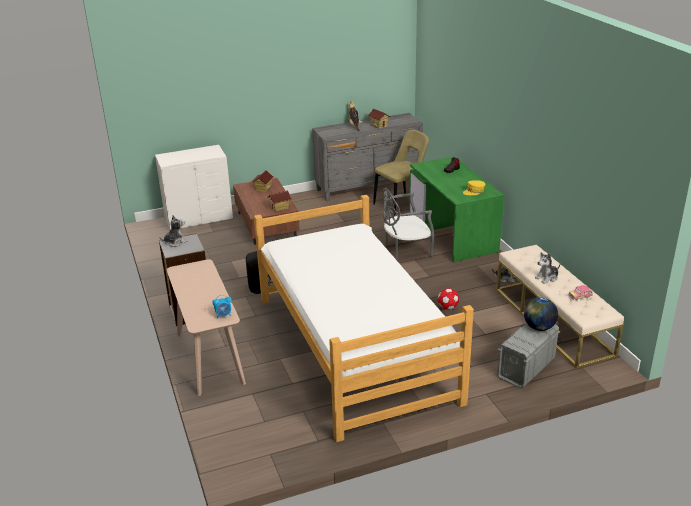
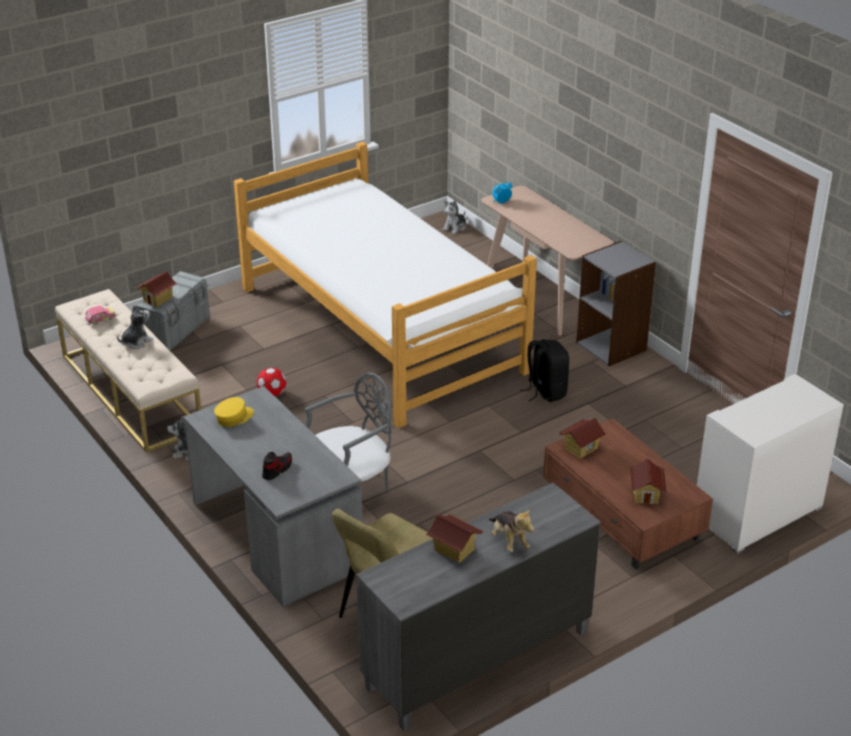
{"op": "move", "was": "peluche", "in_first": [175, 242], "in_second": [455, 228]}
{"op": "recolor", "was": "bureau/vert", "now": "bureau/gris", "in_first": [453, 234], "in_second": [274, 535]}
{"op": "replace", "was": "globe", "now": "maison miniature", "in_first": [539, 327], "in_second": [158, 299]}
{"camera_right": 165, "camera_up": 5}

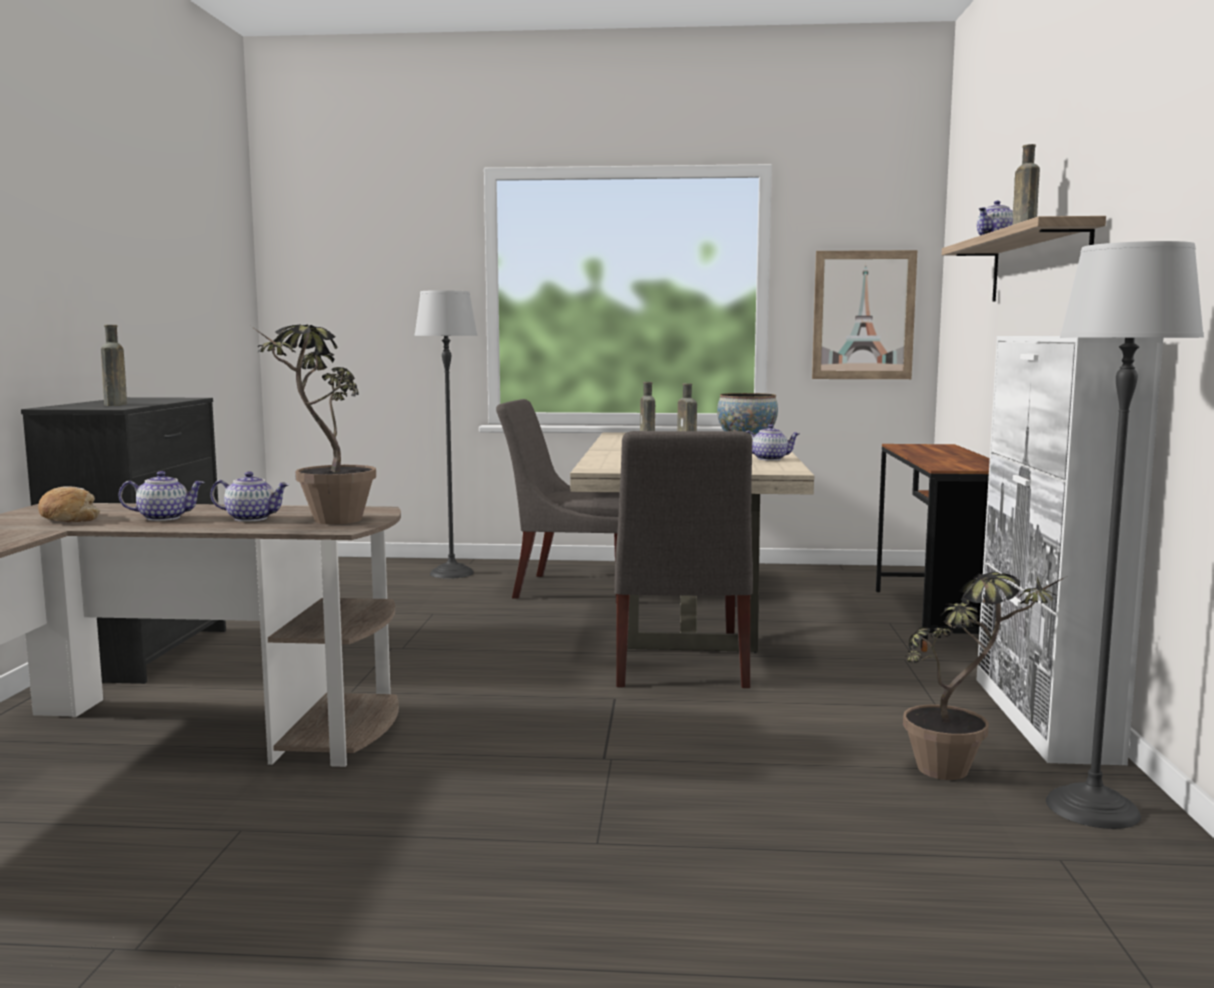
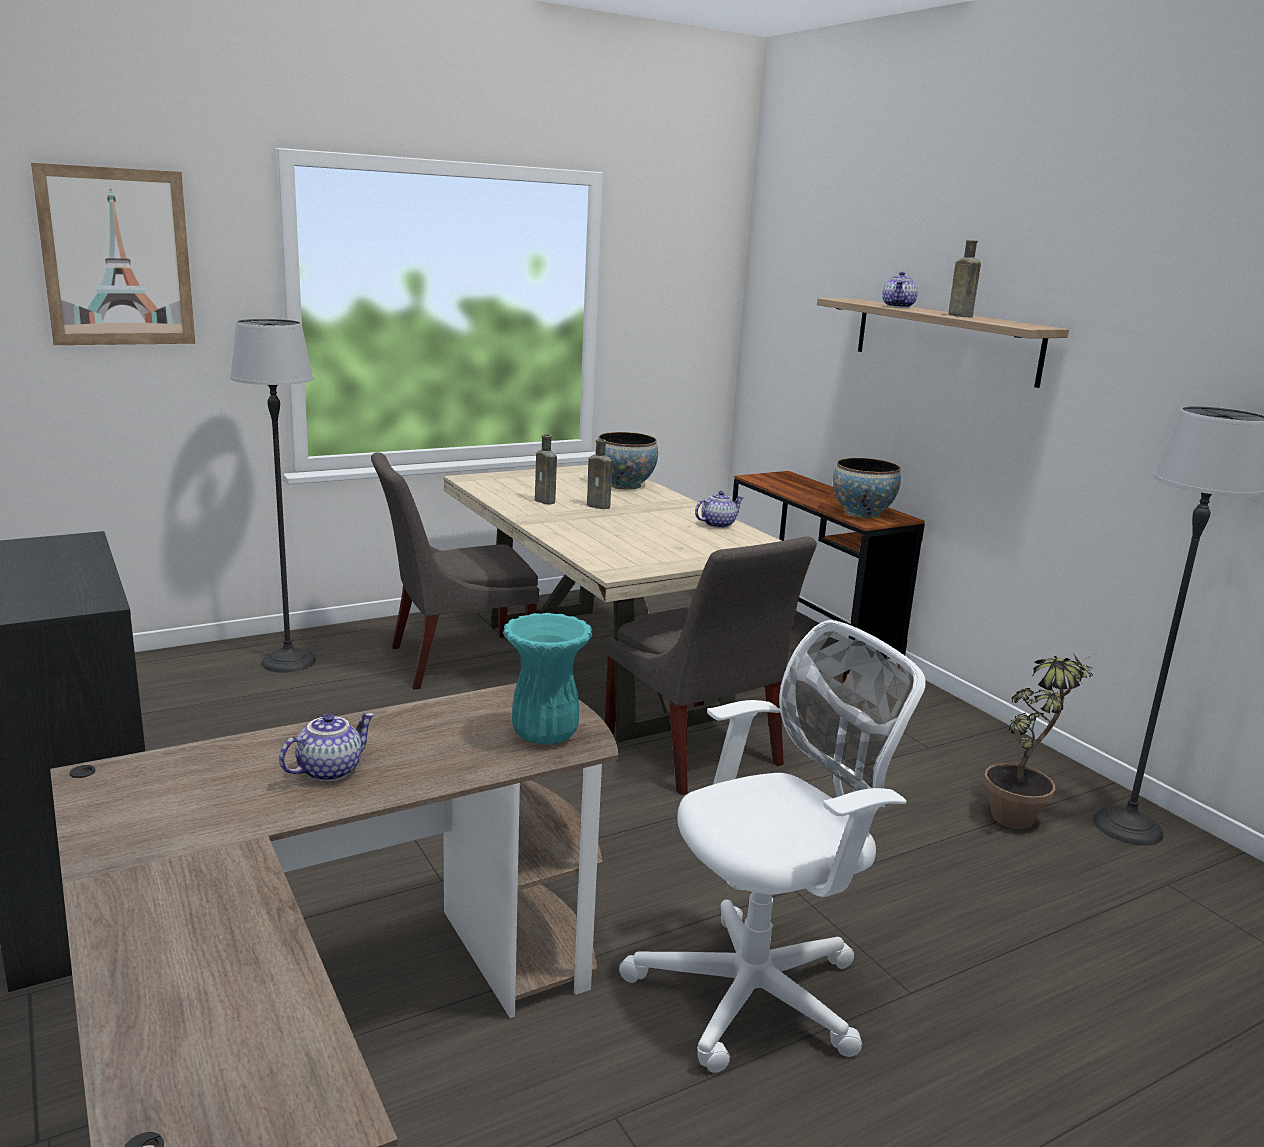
{"op": "delete", "was": "pain", "in_first": [68, 518]}
{"op": "delete", "was": "bouteille/marron", "in_first": [115, 405]}
{"op": "delete", "was": "théière", "in_first": [252, 518]}
{"op": "replace", "was": "plante en pot", "now": "vase/turquoise", "in_first": [326, 523], "in_second": [543, 735]}
{"op": "move", "was": "tableau", "in_first": [863, 315], "in_second": [117, 257]}
{"op": "delete", "was": "meuble de rangement/blanc", "in_first": [1043, 718]}
{"op": "insert", "now": "chaise de bureau/blanc", "in_second": [760, 991]}
{"op": "insert", "now": "bol", "in_second": [862, 514]}
{"camera_right": -35, "camera_up": 10}

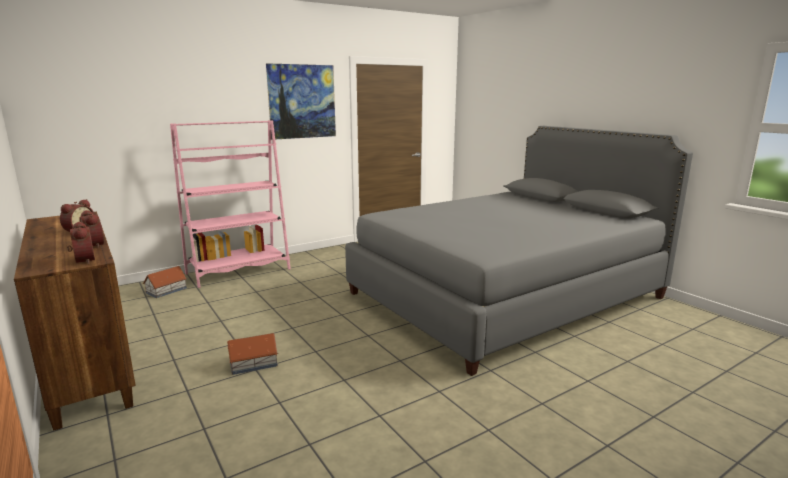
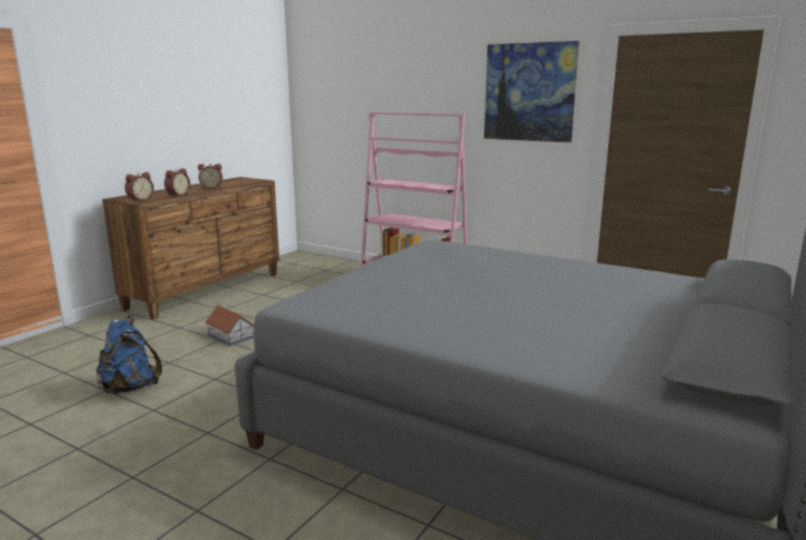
{"op": "delete", "was": "maison miniature", "in_first": [167, 290]}
{"op": "insert", "now": "sac à dos/bleu", "in_second": [130, 388]}
{"camera_right": 65, "camera_up": 0}

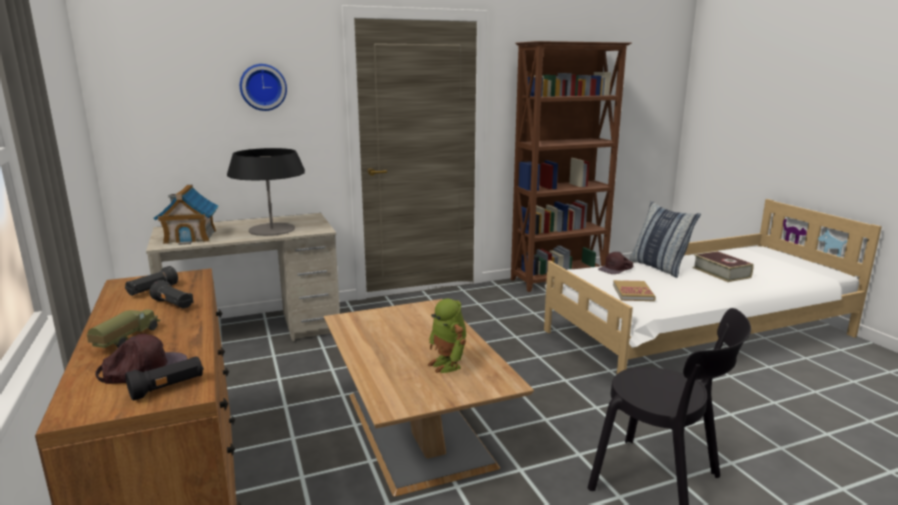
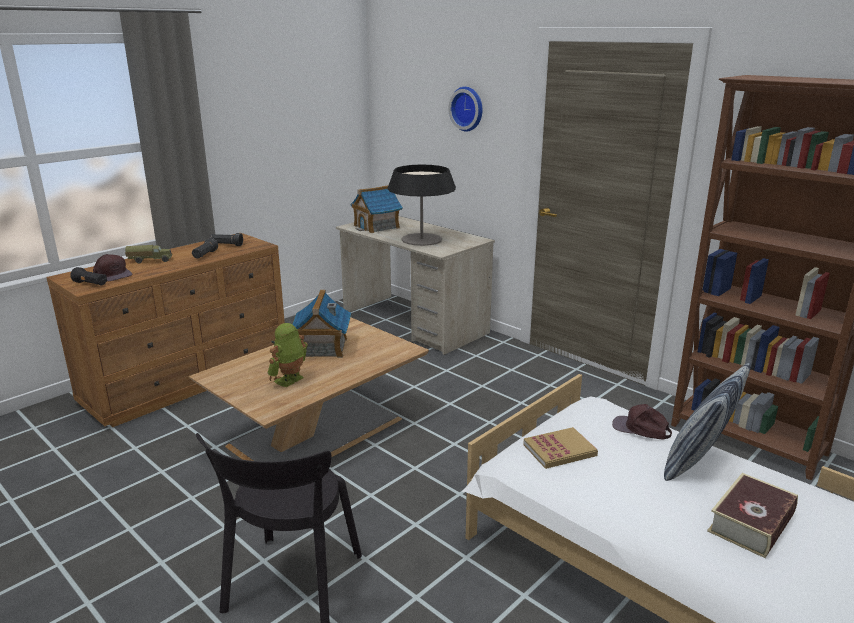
{"op": "insert", "now": "maison miniature", "in_second": [322, 348]}
{"camera_right": 65, "camera_up": 5}

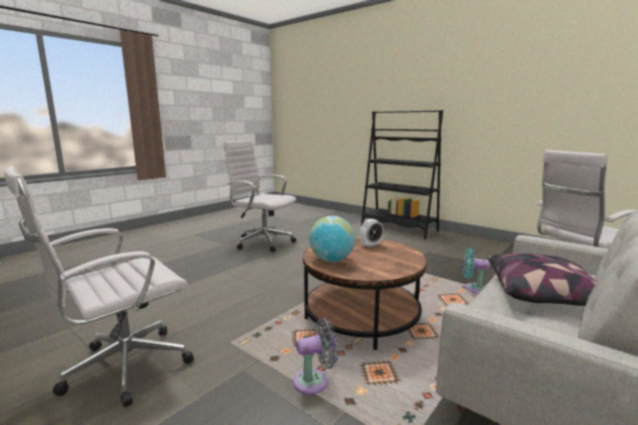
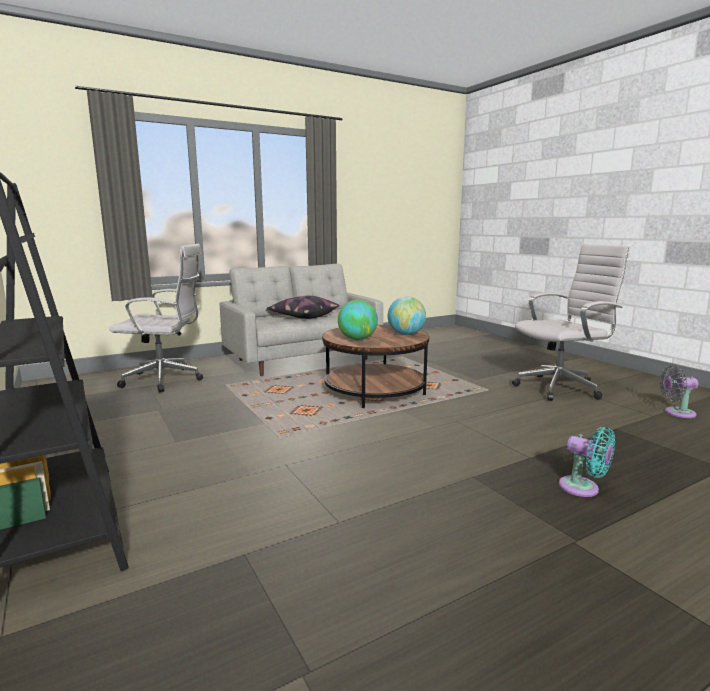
{"op": "delete", "was": "chaise de bureau/blanc", "in_first": [262, 242]}
{"op": "move", "was": "ventilateur/gris", "in_first": [315, 381], "in_second": [676, 413]}
{"op": "replace", "was": "réveil", "now": "globe", "in_first": [371, 245], "in_second": [357, 339]}
{"op": "move", "was": "ventilateur/turquoise", "in_first": [474, 288], "in_second": [583, 488]}
{"camera_right": -160, "camera_up": 0}

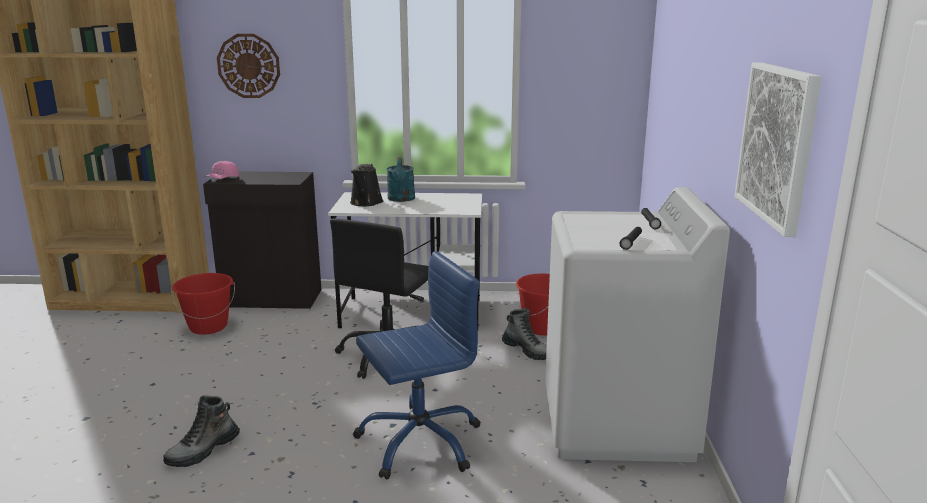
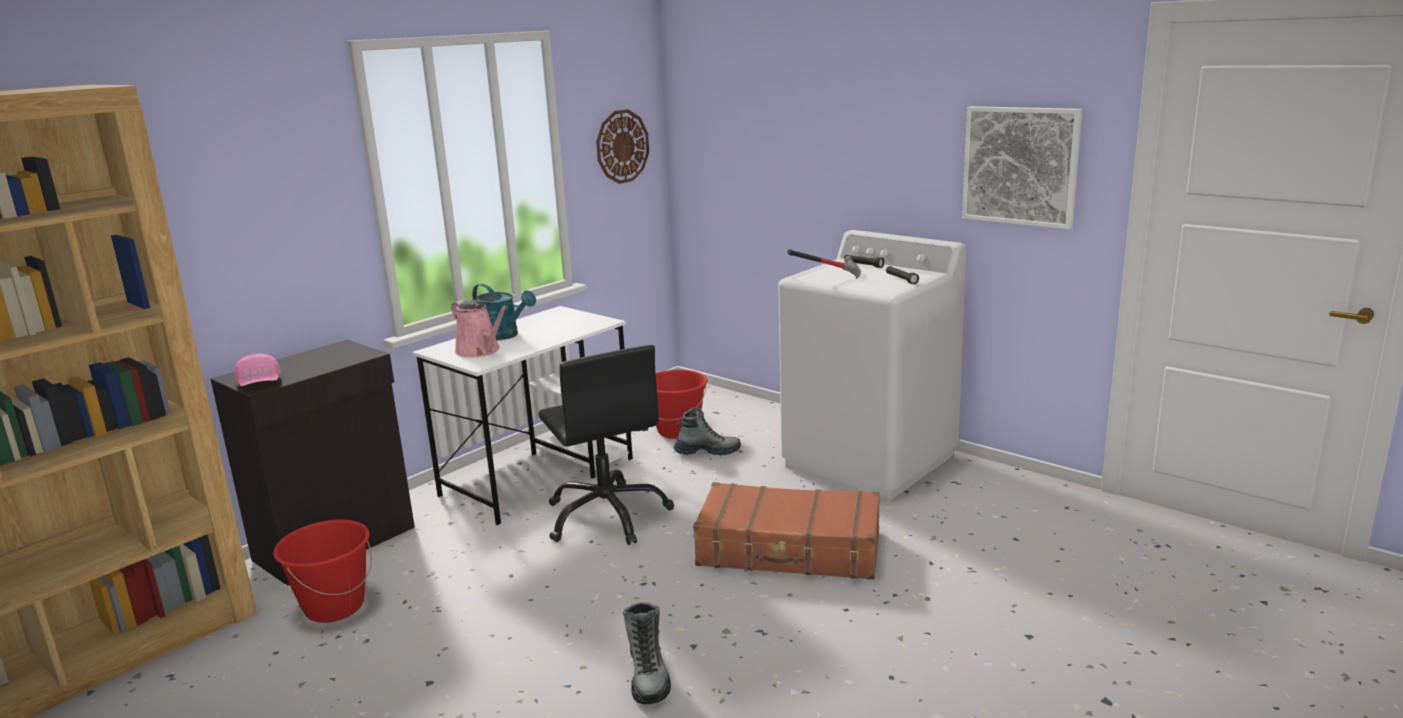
{"op": "move", "was": "horloge murale", "in_first": [249, 66], "in_second": [622, 146]}
{"op": "recolor", "was": "arrosoir/noir", "now": "arrosoir/rose", "in_first": [365, 203], "in_second": [480, 351]}
{"op": "replace", "was": "chaise de bureau/bleu", "now": "valise/marron", "in_first": [419, 441], "in_second": [789, 550]}
{"op": "insert", "now": "marteau", "in_second": [828, 276]}
{"camera_right": -50, "camera_up": 0}

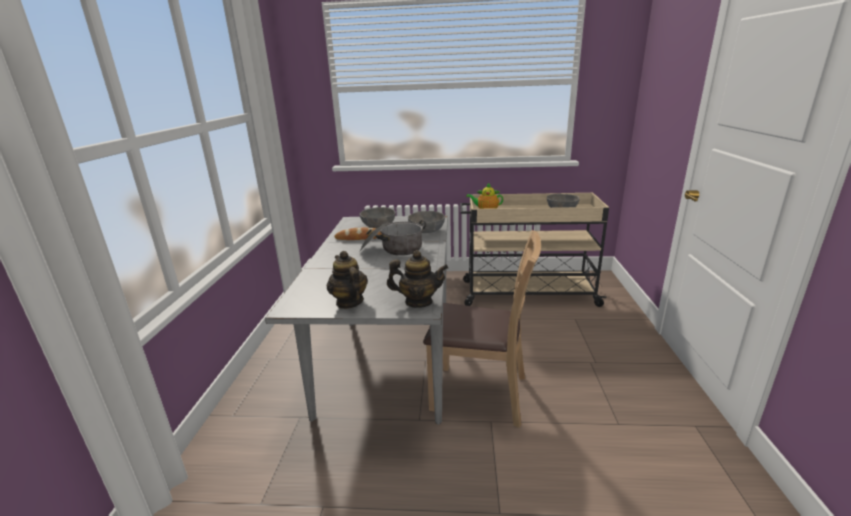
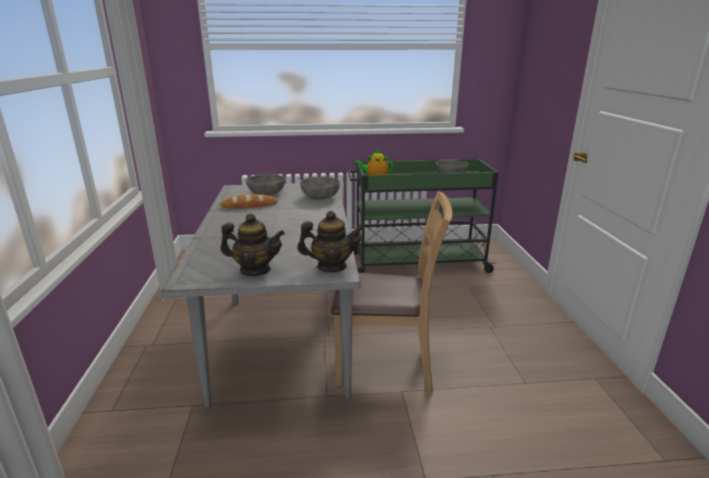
{"op": "rotate", "was": "théière", "in_first": [349, 302], "in_second": [255, 270], "clockwise": 135}
{"op": "delete", "was": "marmite", "in_first": [392, 249]}
{"op": "recolor", "was": "chariot/beige", "now": "chariot/vert", "in_first": [526, 293], "in_second": [416, 263]}
{"camera_right": -10, "camera_up": 0}

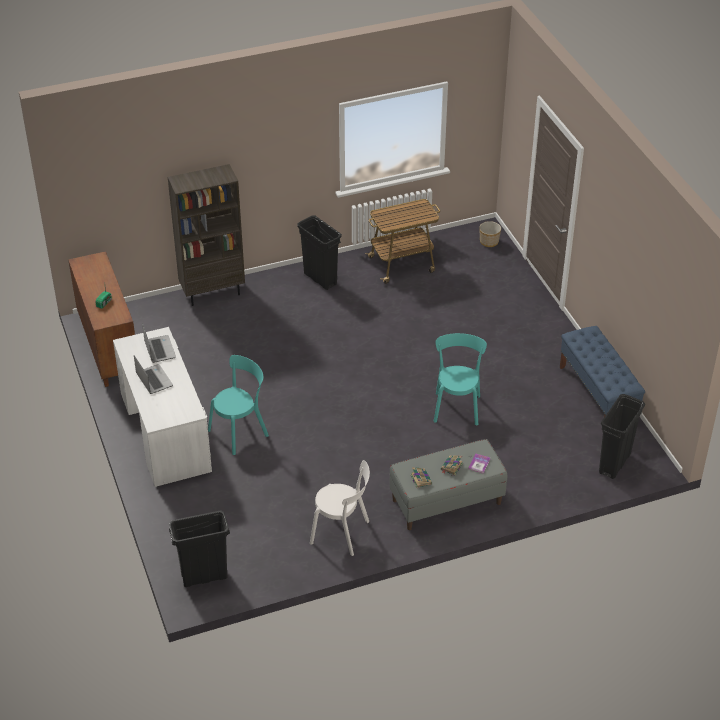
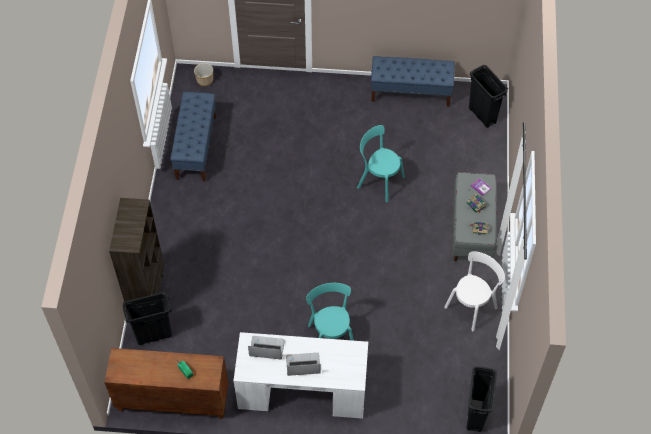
{"op": "move", "was": "poubelle/noir", "in_first": [320, 279], "in_second": [154, 335]}
{"op": "replace", "was": "chariot", "now": "banc/bleu", "in_first": [402, 264], "in_second": [196, 147]}
{"camera_right": -65, "camera_up": 15}

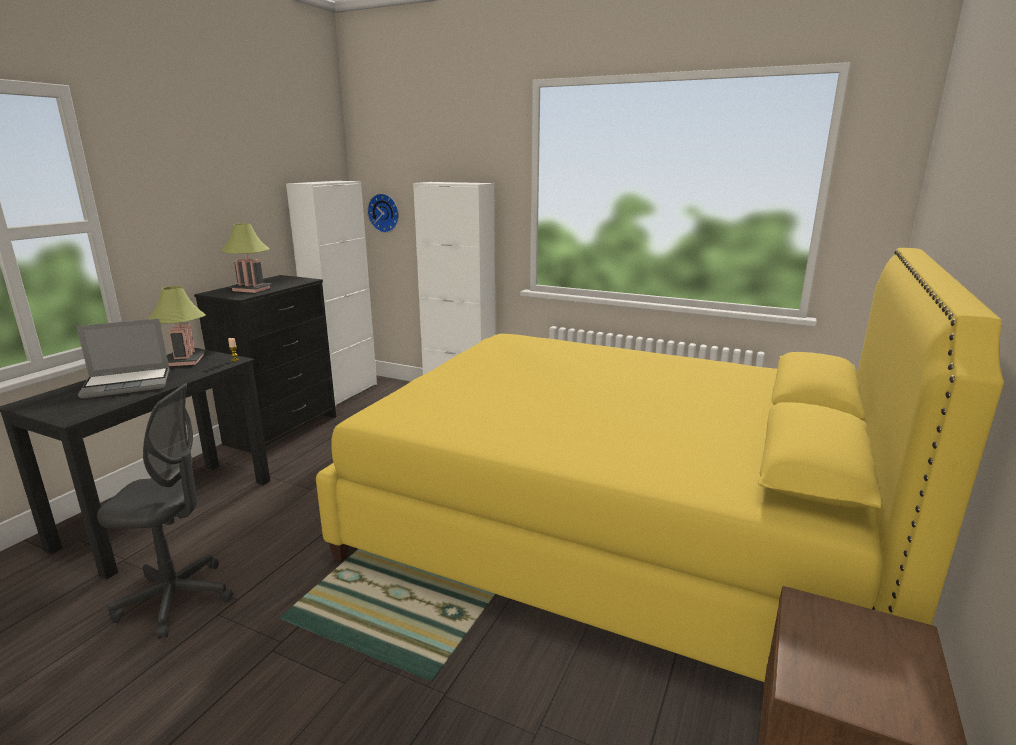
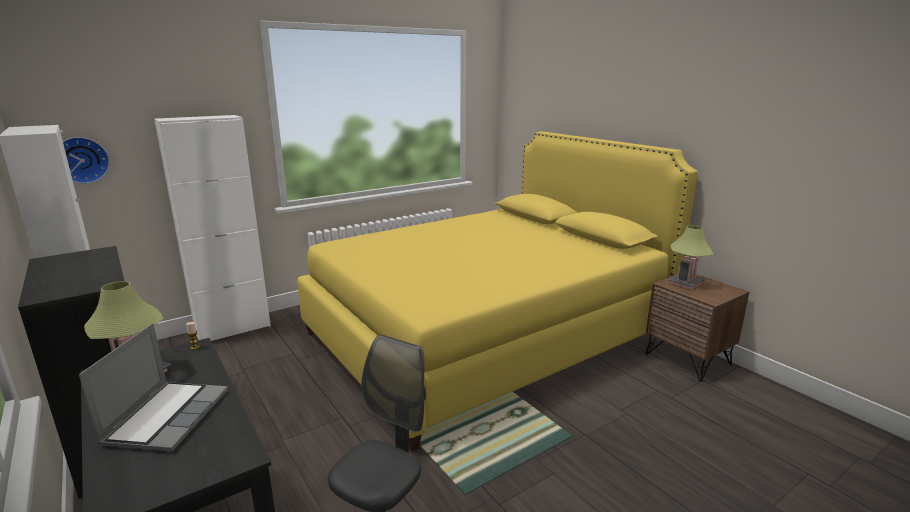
{"op": "move", "was": "lampe de table", "in_first": [251, 289], "in_second": [685, 283]}
{"camera_right": -60, "camera_up": 0}

